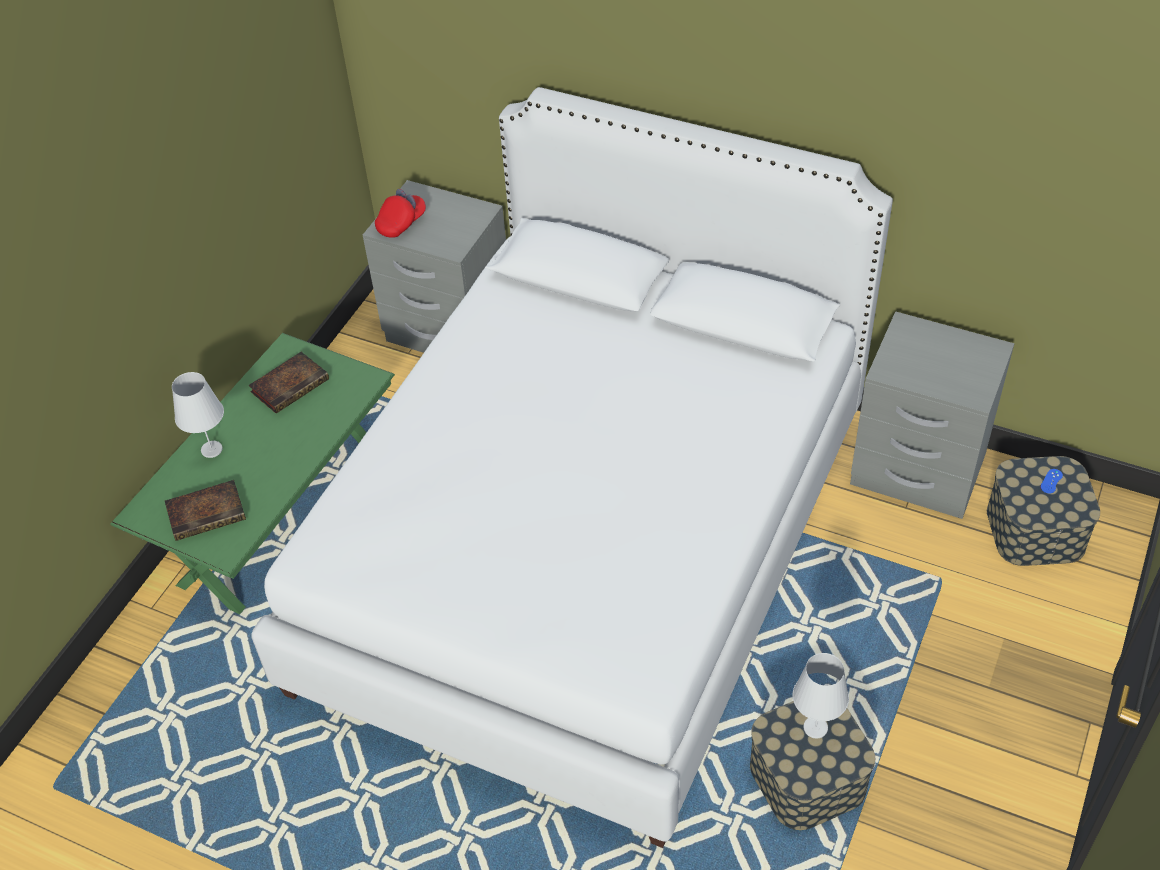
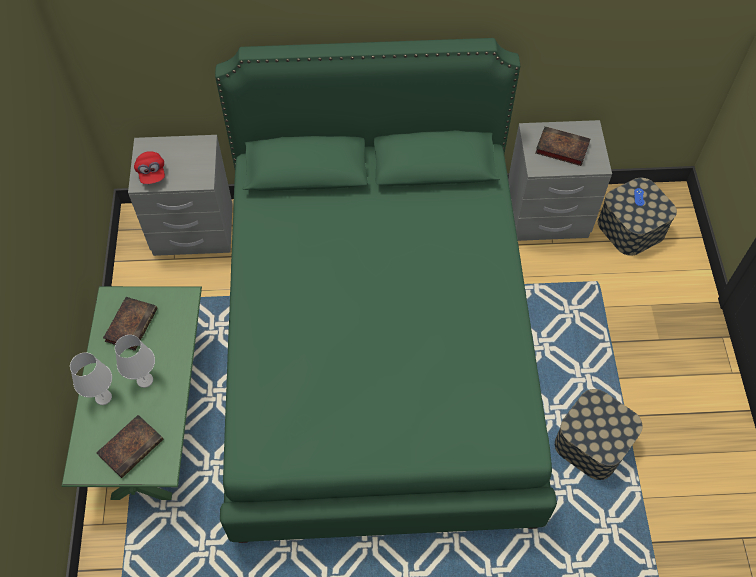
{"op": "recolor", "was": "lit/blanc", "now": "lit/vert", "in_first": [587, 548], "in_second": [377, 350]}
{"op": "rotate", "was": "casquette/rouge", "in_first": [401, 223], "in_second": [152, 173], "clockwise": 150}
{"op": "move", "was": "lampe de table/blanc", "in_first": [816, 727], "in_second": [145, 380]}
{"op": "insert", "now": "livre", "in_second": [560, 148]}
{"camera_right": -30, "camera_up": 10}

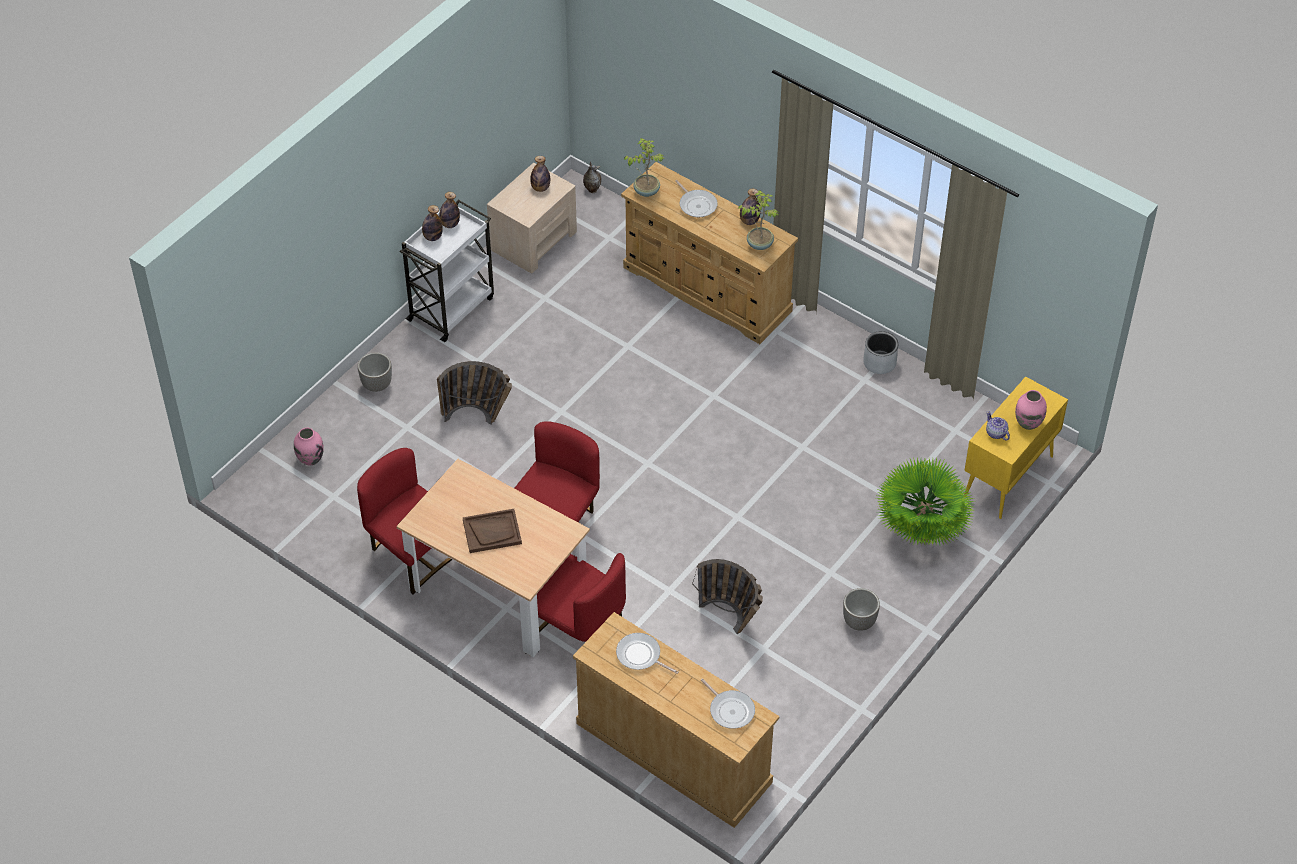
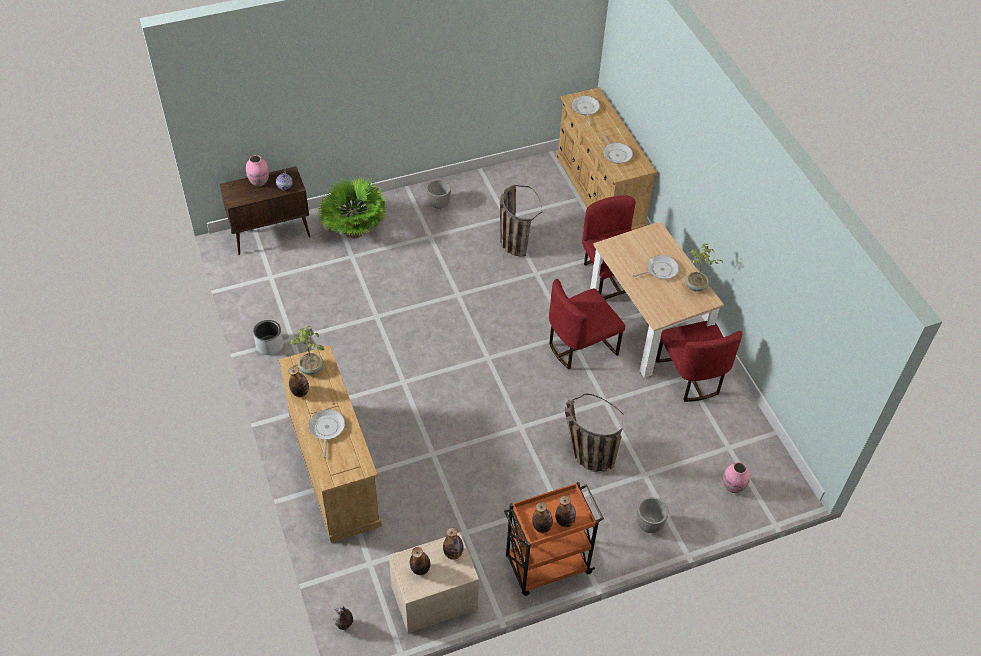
{"op": "recolor", "was": "chariot/blanc", "now": "chariot/orange", "in_first": [452, 307], "in_second": [546, 566]}
{"op": "replace", "was": "plateau/marron", "now": "poêle", "in_first": [492, 532], "in_second": [659, 270]}
{"op": "move", "was": "plante en pot", "in_first": [646, 191], "in_second": [696, 287]}
{"op": "recolor", "was": "meuble de rangement/jaune", "now": "meuble de rangement/marron", "in_first": [1007, 478], "in_second": [271, 234]}
{"op": "insert", "now": "bouteille", "in_second": [453, 553]}
{"camera_right": -150, "camera_up": 0}

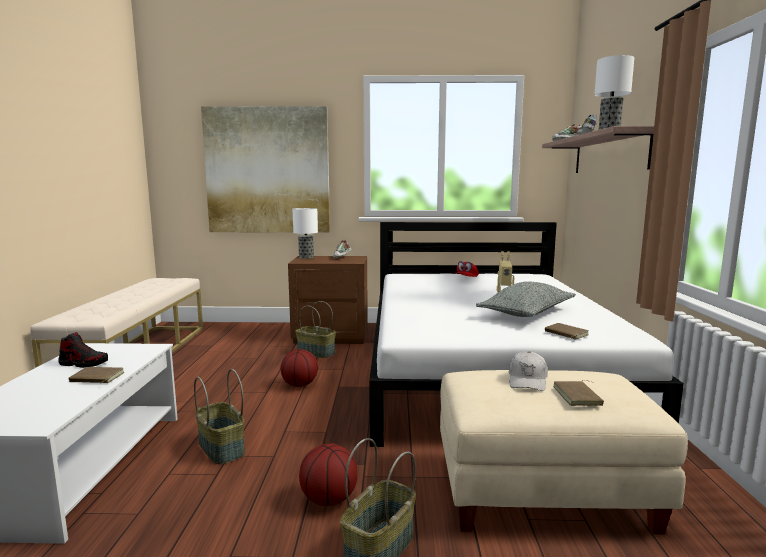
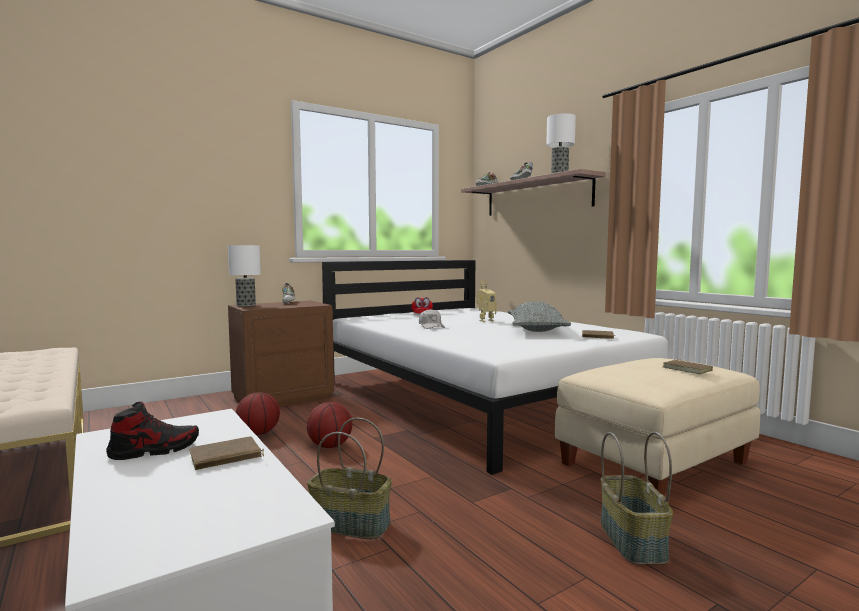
{"op": "delete", "was": "tableau", "in_first": [267, 171]}
{"op": "delete", "was": "panier", "in_first": [315, 353]}
{"op": "move", "was": "ballon de basket", "in_first": [329, 499], "in_second": [258, 433]}
{"op": "move", "was": "casquette/blanc", "in_first": [527, 380], "in_second": [431, 326]}
{"camera_right": -35, "camera_up": -5}

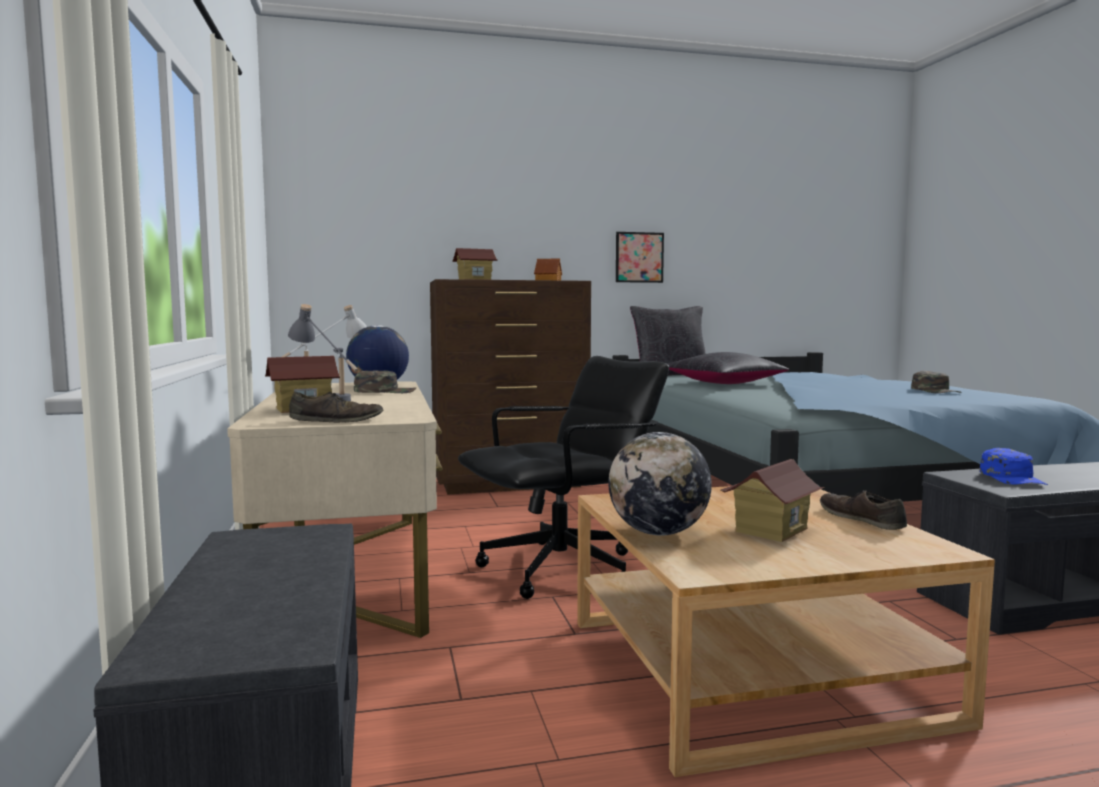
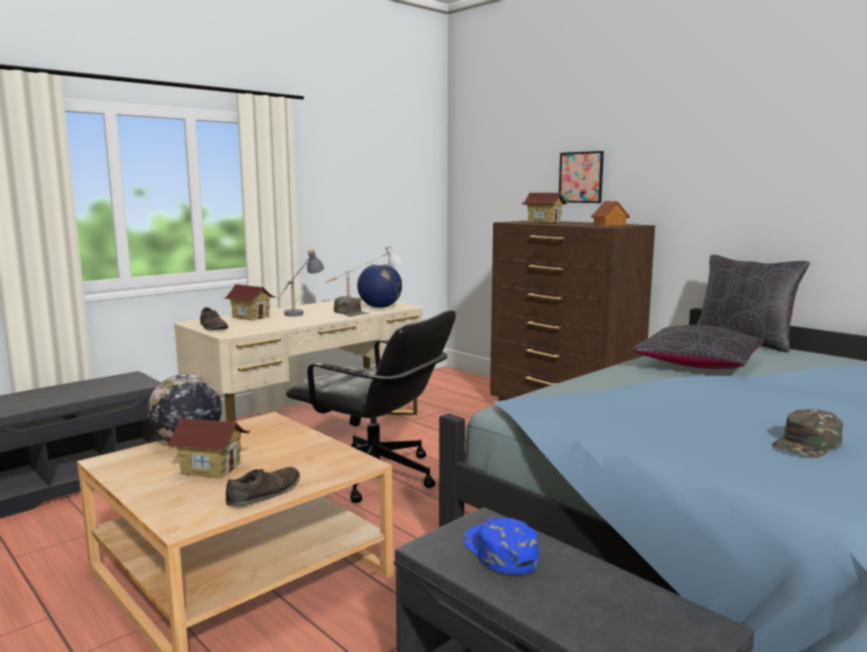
{"op": "move", "was": "tableau", "in_first": [639, 257], "in_second": [581, 177]}
{"op": "rotate", "was": "casquette/bleu", "in_first": [1012, 478], "in_second": [499, 551], "clockwise": 90}
{"camera_right": 60, "camera_up": 5}

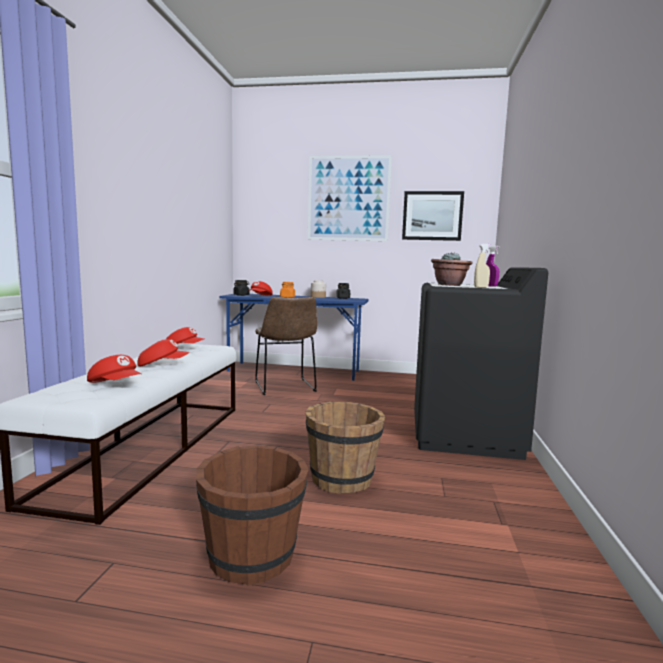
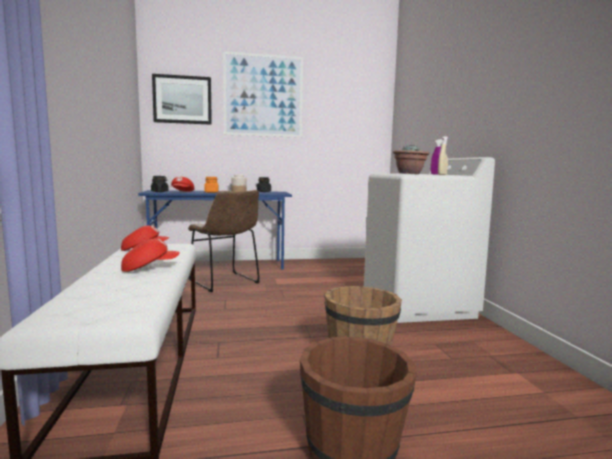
{"op": "delete", "was": "casquette/rouge", "in_first": [116, 385]}
{"op": "move", "was": "tableau", "in_first": [432, 216], "in_second": [182, 99]}
{"op": "recolor", "was": "lave-linge/noir", "now": "lave-linge/blanc", "in_first": [465, 435], "in_second": [418, 305]}
{"camera_right": -20, "camera_up": 0}

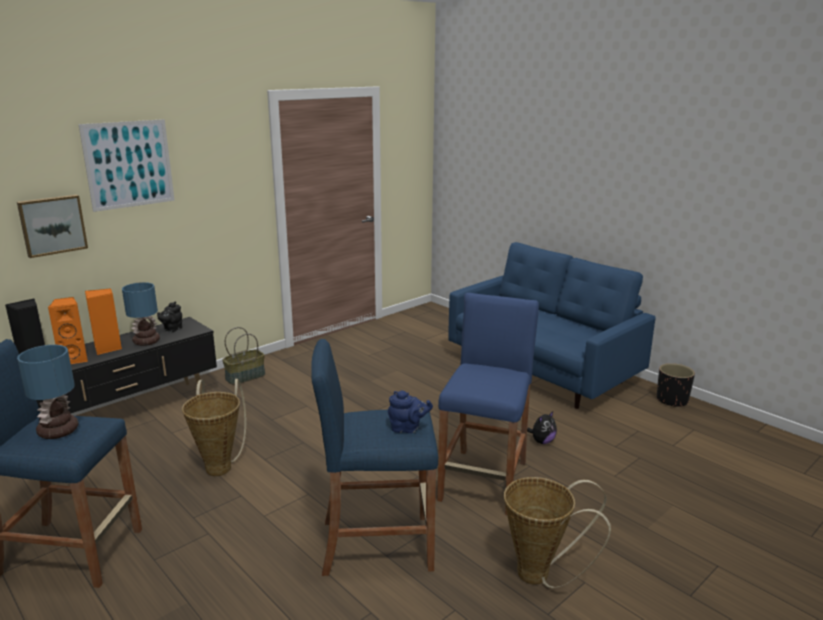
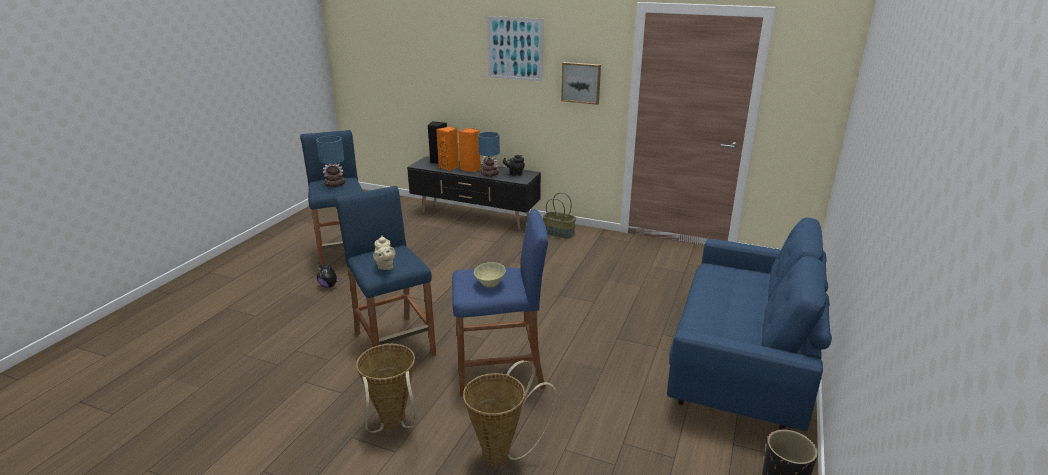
{"op": "move", "was": "tableau", "in_first": [52, 225], "in_second": [581, 82]}
{"op": "move", "was": "panier", "in_first": [220, 465], "in_second": [502, 454]}
{"op": "recolor", "was": "théière/bleu", "now": "théière/beige", "in_first": [407, 428], "in_second": [385, 267]}
{"op": "move", "was": "peluche", "in_first": [542, 441], "in_second": [329, 286]}
{"op": "insert", "now": "bol/beige", "in_second": [489, 284]}
{"camera_right": 65, "camera_up": 5}

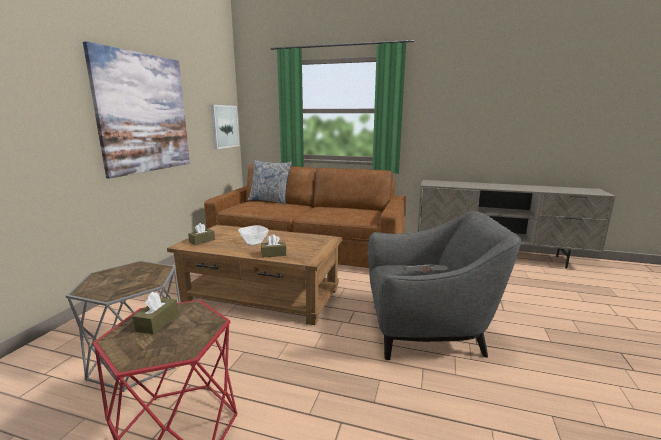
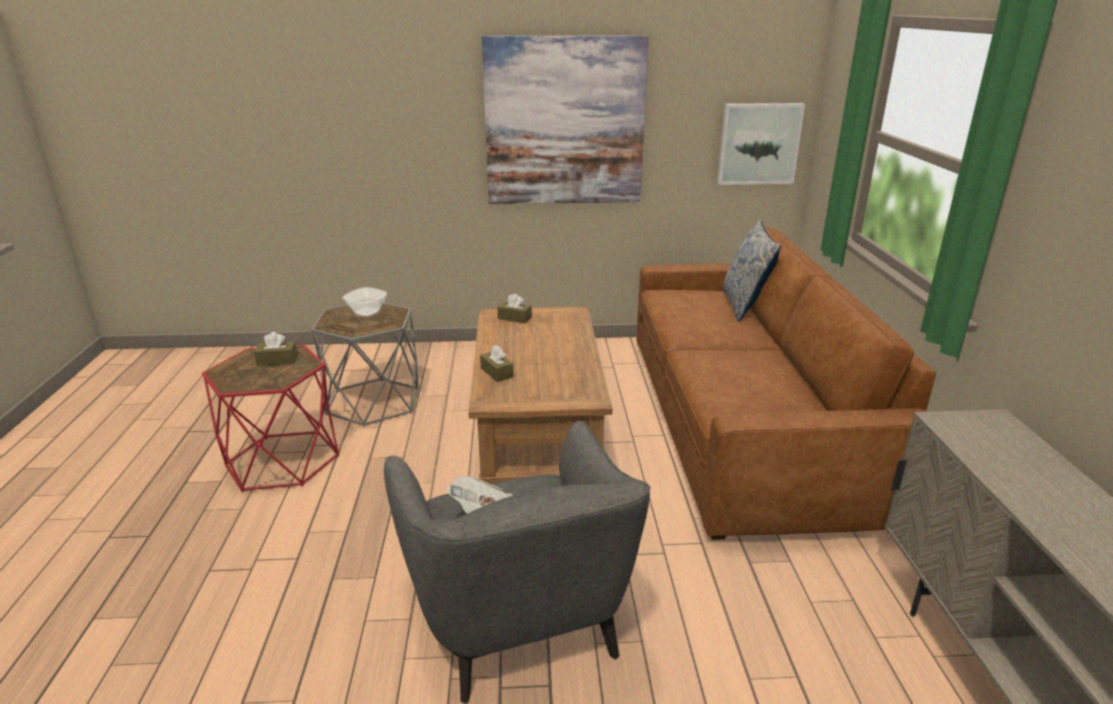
{"op": "move", "was": "bol", "in_first": [254, 242], "in_second": [367, 313]}
{"camera_right": 70, "camera_up": 10}

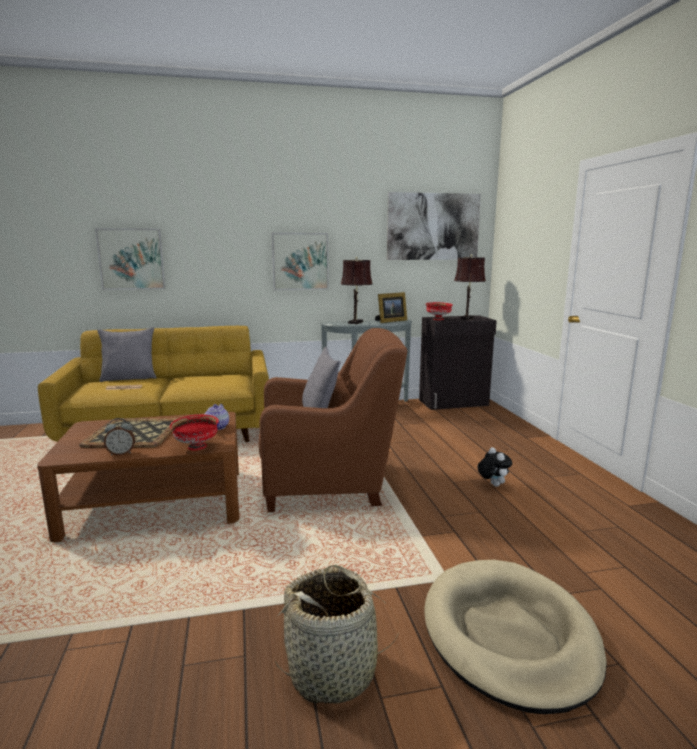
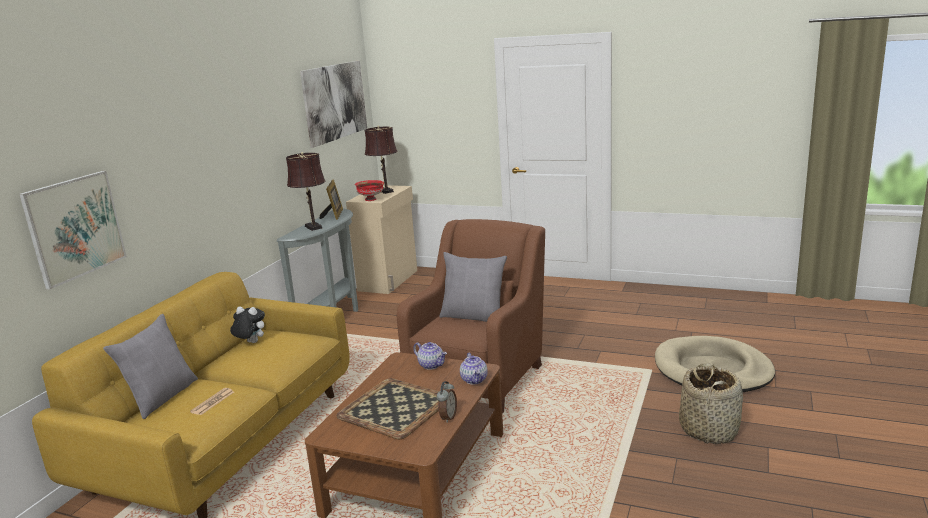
{"op": "replace", "was": "bol/rouge", "now": "théière", "in_first": [197, 447], "in_second": [474, 380]}
{"op": "delete", "was": "tableau", "in_first": [300, 261]}
{"op": "recolor", "was": "meuble de rangement/noir", "now": "meuble de rangement/beige", "in_first": [454, 403], "in_second": [389, 280]}
{"op": "move", "was": "peluche", "in_first": [492, 485], "in_second": [250, 343]}
{"camera_right": -55, "camera_up": 5}

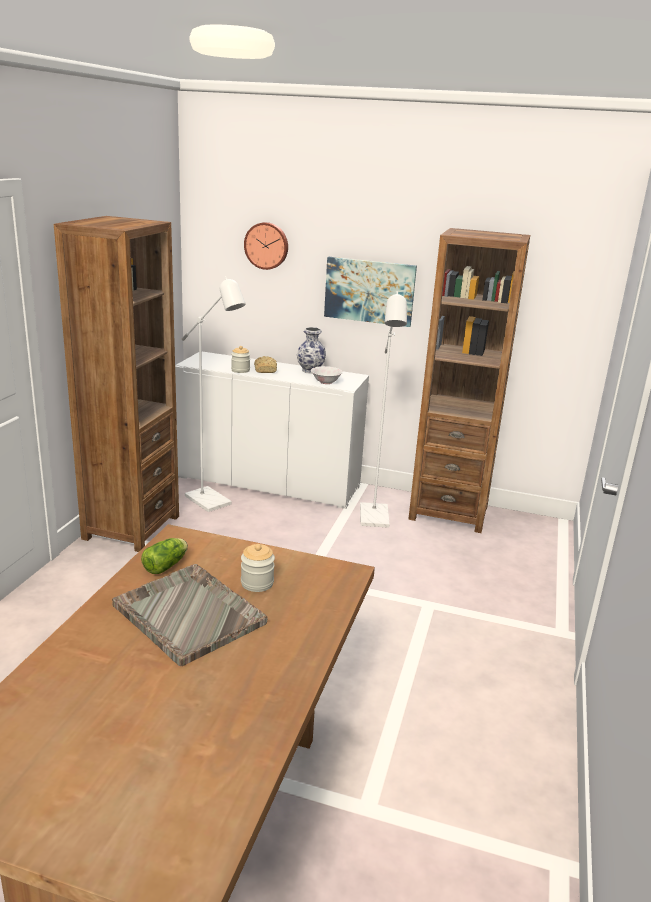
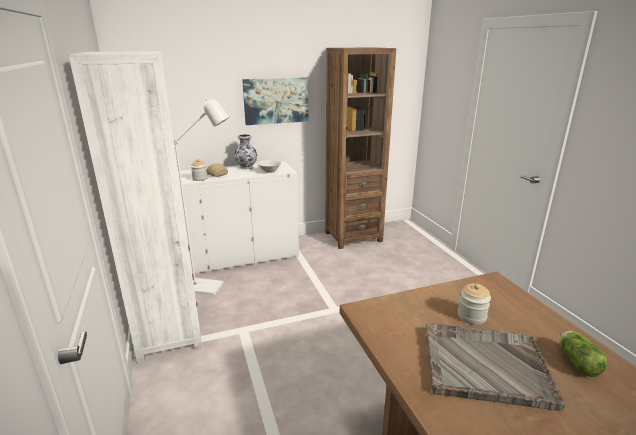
{"op": "recolor", "was": "bibliothèque/marron", "now": "bibliothèque/blanc", "in_first": [131, 527], "in_second": [169, 333]}
{"op": "move", "was": "laitue", "in_first": [167, 565], "in_second": [576, 361]}
{"op": "delete", "was": "horloge murale", "in_first": [267, 245]}
{"op": "delete", "was": "lampadaire/blanc", "in_first": [374, 520]}
{"camera_right": -35, "camera_up": 0}

